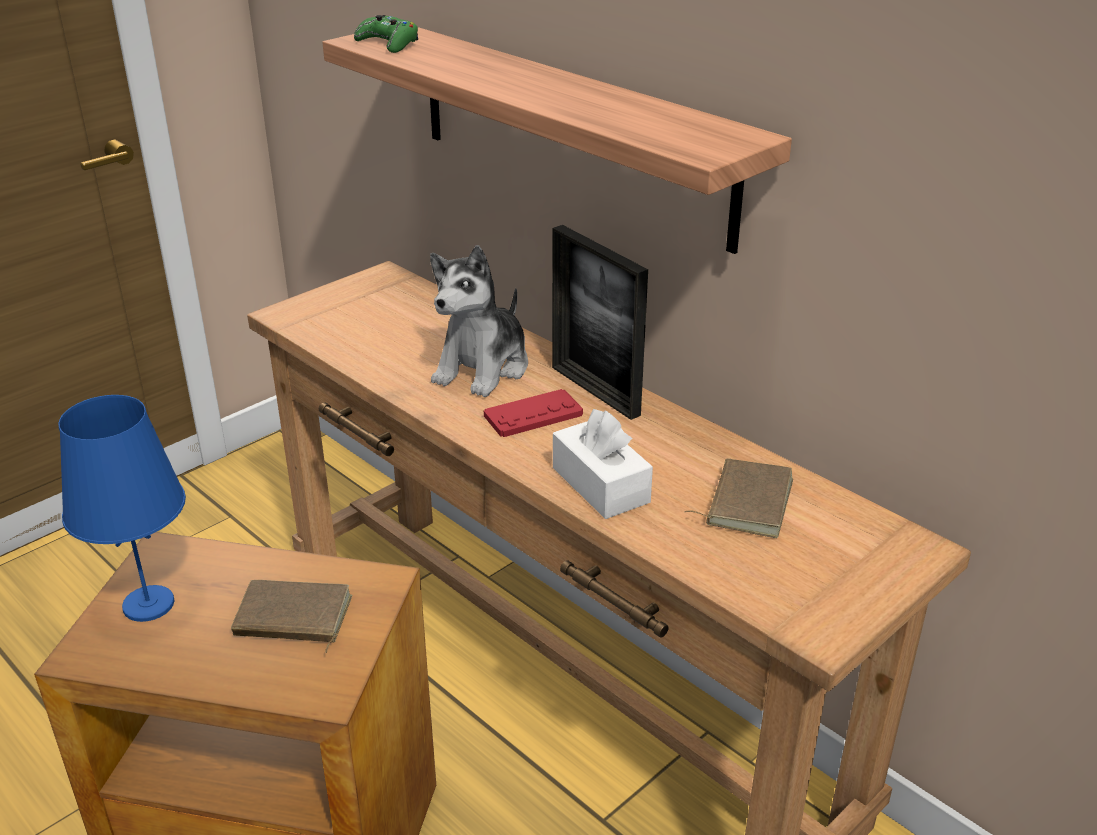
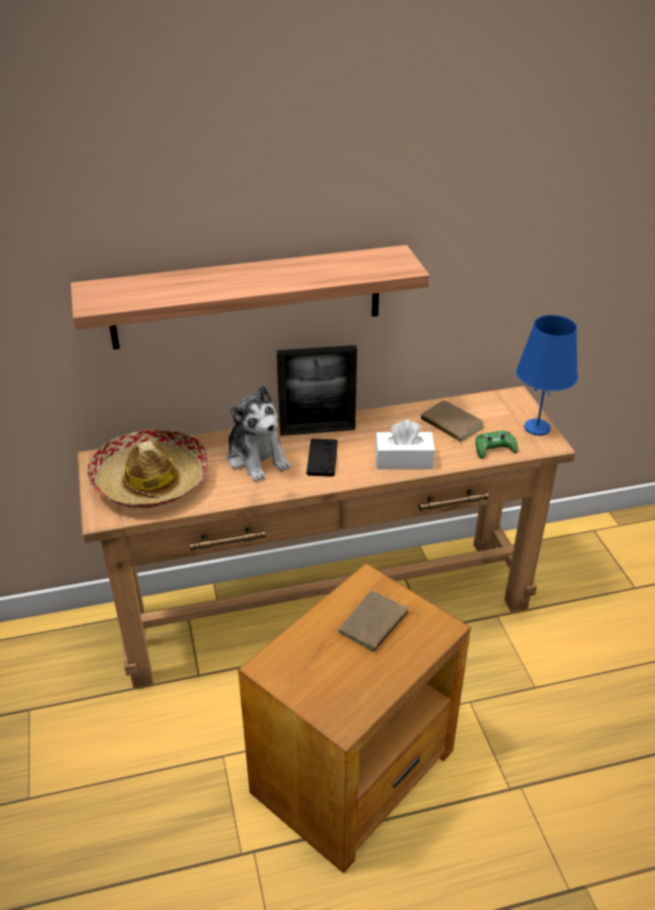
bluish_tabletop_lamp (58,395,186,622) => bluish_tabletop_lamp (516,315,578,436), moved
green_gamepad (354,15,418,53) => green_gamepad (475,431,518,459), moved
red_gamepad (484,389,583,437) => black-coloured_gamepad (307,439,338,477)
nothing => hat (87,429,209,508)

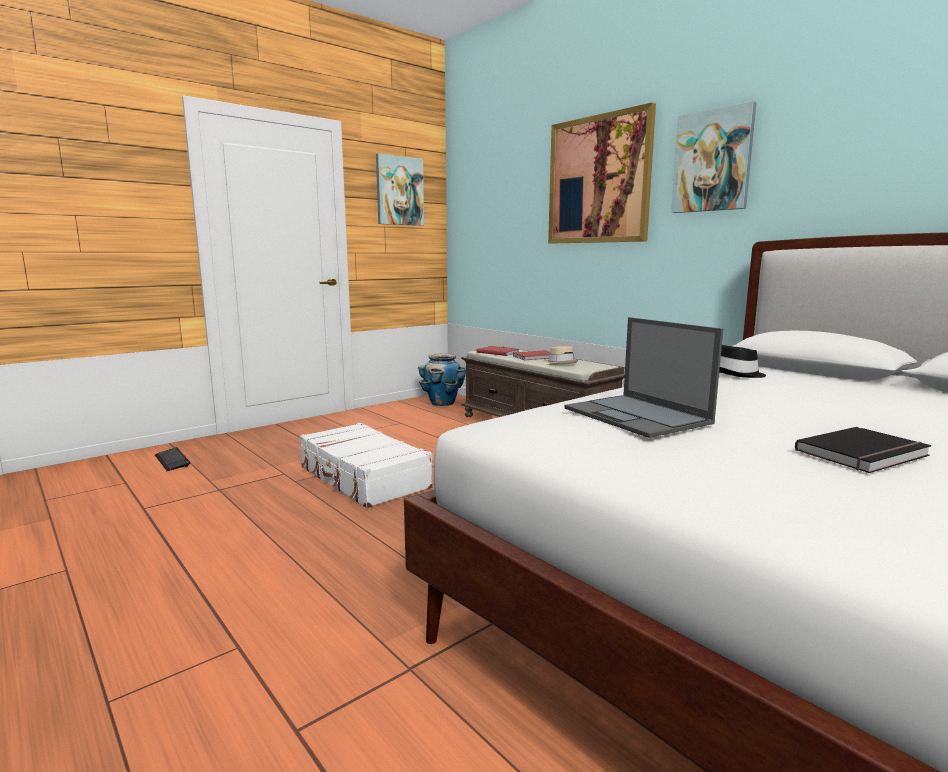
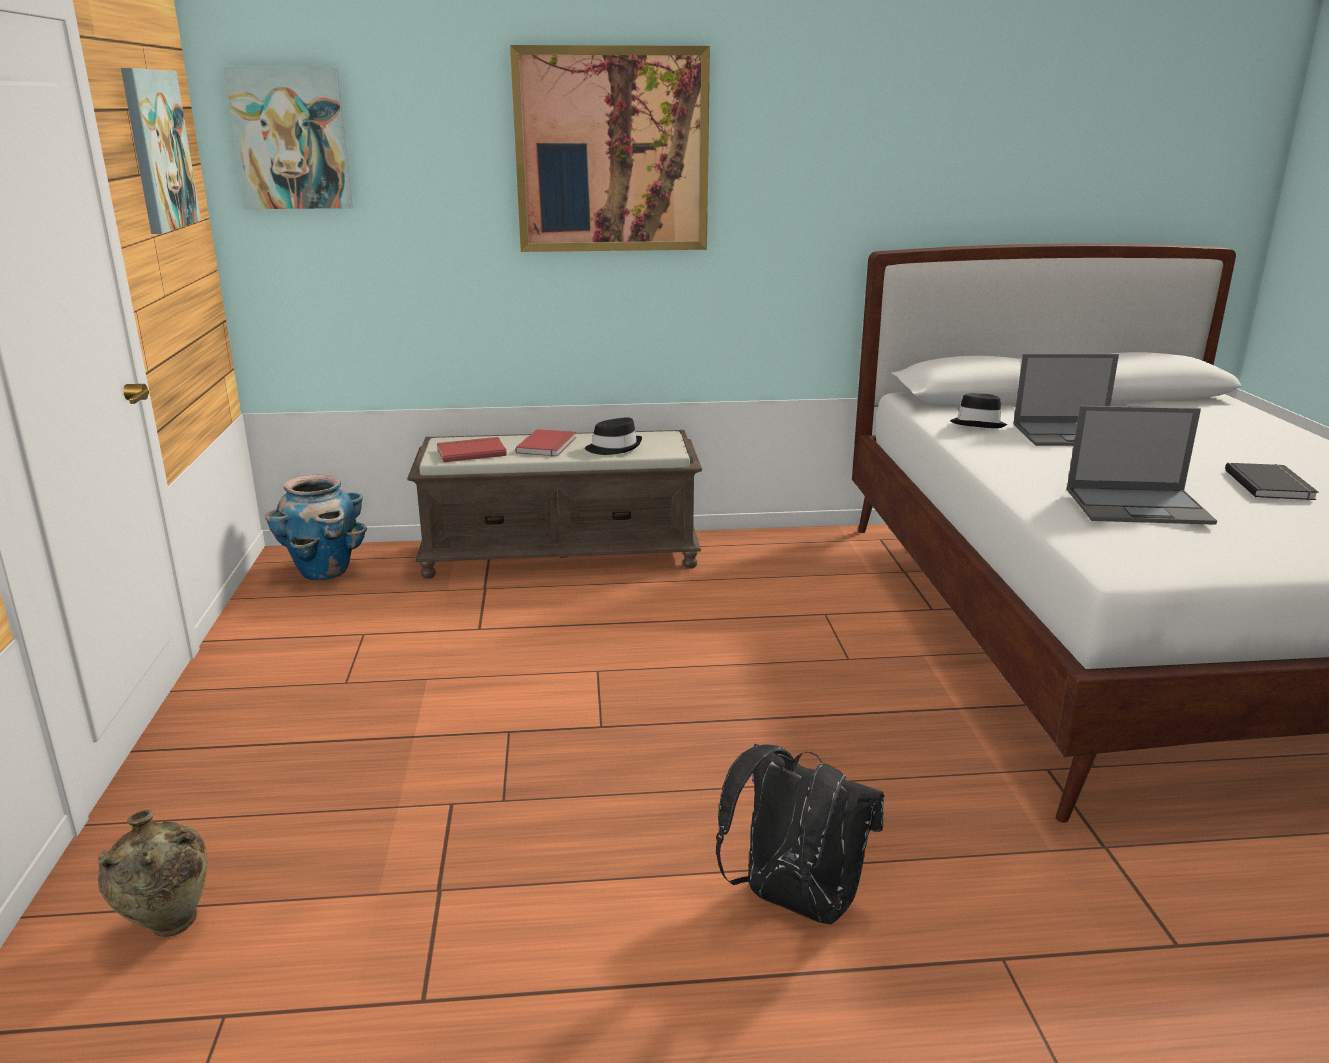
computer_keyboard (155,447,190,471) => beige-coloured_decorative_vase (98,810,207,937)
white-coloured_piece_of_luggage (299,423,433,508) => nothing
beige-coloured_hat (544,346,578,365) => black-coloured_hat (585,417,642,455)
wall_art (671,101,757,213) => wall_art (223,67,353,209), moved
nothing => black-coloured_backpack (716,743,884,924)
nothing => laptop (1013,354,1119,446)

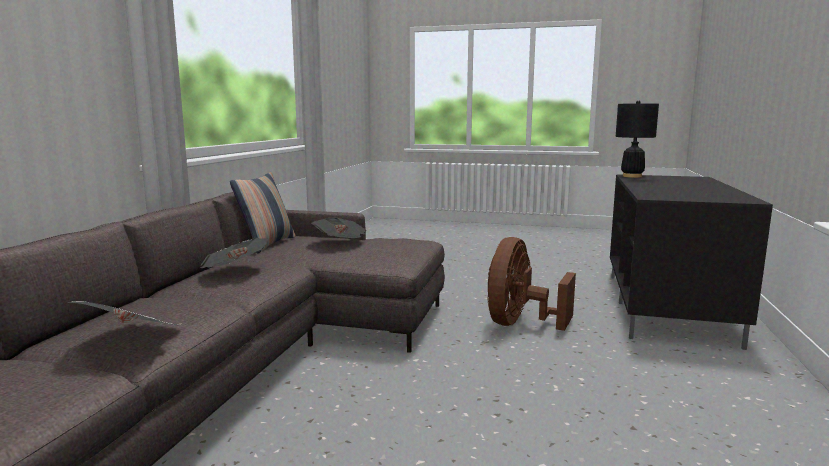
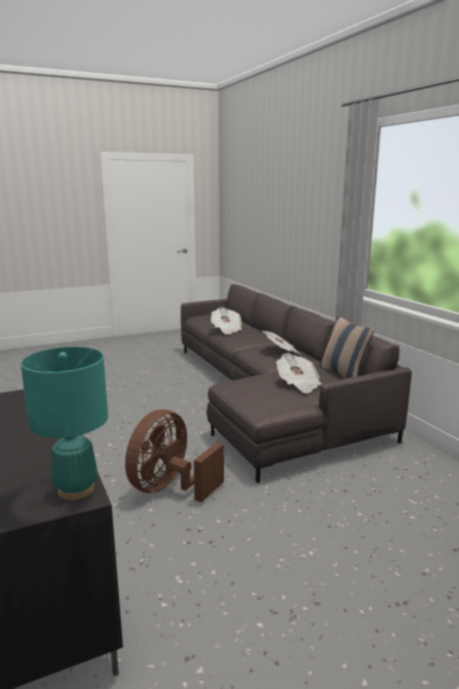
brown_electric_fan (487,237,576,331) => brown_electric_fan (125,409,224,503), 135 degrees counterclockwise
black-coloured_tabletop_lamp (616,100,659,178) => turquoise-coloured_tabletop_lamp (21,347,108,500)

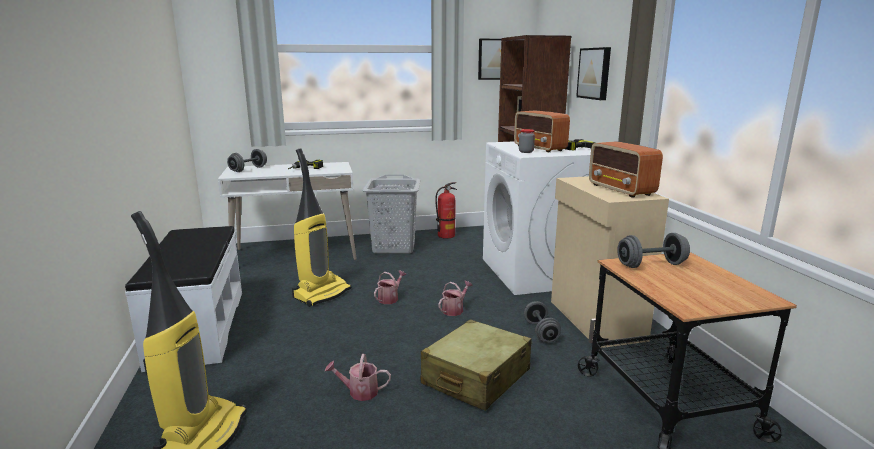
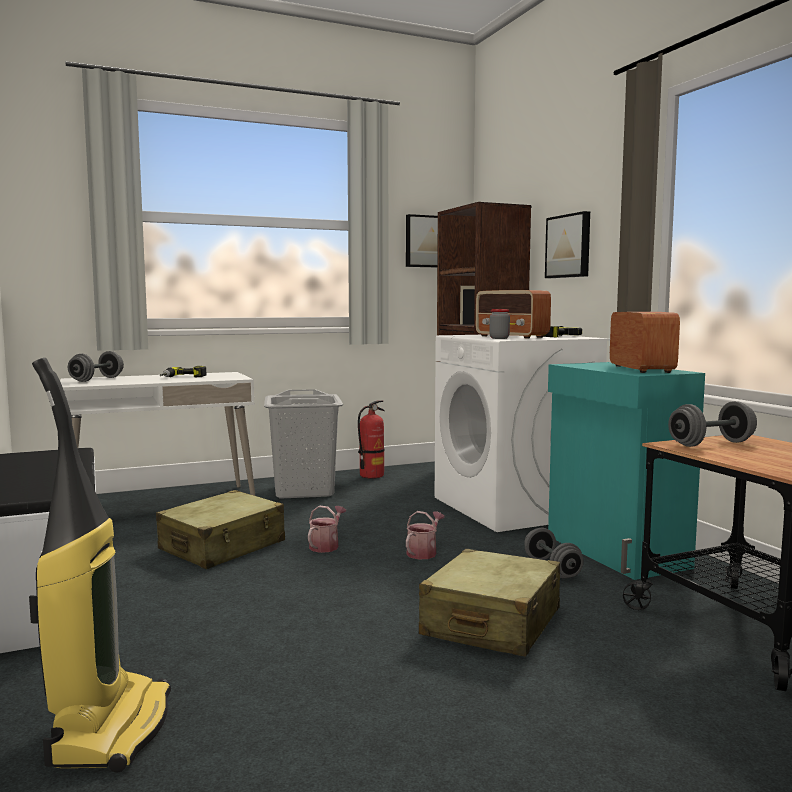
vacuum_cleaner (292,148,351,307) => beige-coloured_piece_of_luggage (156,490,285,569)
watering_can (325,354,391,401) => nothing
beige-coloured_storage_cabinet (551,176,669,348) => turquoise-coloured_storage_cabinet (548,362,705,580)
radio_receiver (589,141,663,198) => radio_receiver (610,312,680,373), 150 degrees counterclockwise

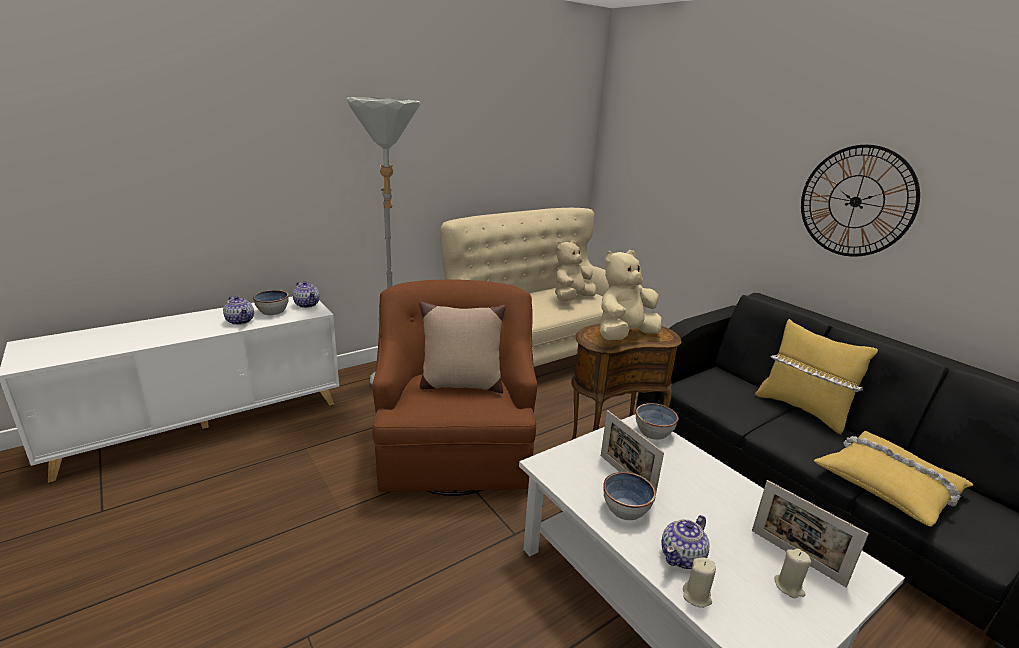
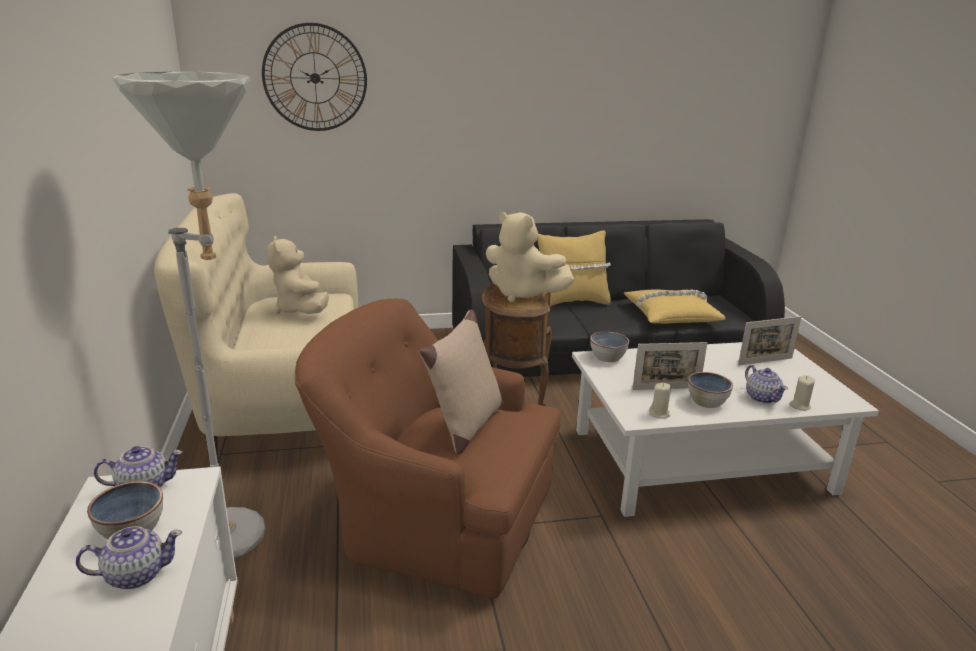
beige-coloured_soft_toy (600,250,662,340) => beige-coloured_soft_toy (486,212,574,303), 45 degrees counterclockwise
beige-coloured_wax_candle (775,549,811,598) => beige-coloured_wax_candle (649,383,671,418), moved
hanging_clock (801,145,920,257) => hanging_clock (262,23,367,131), moved

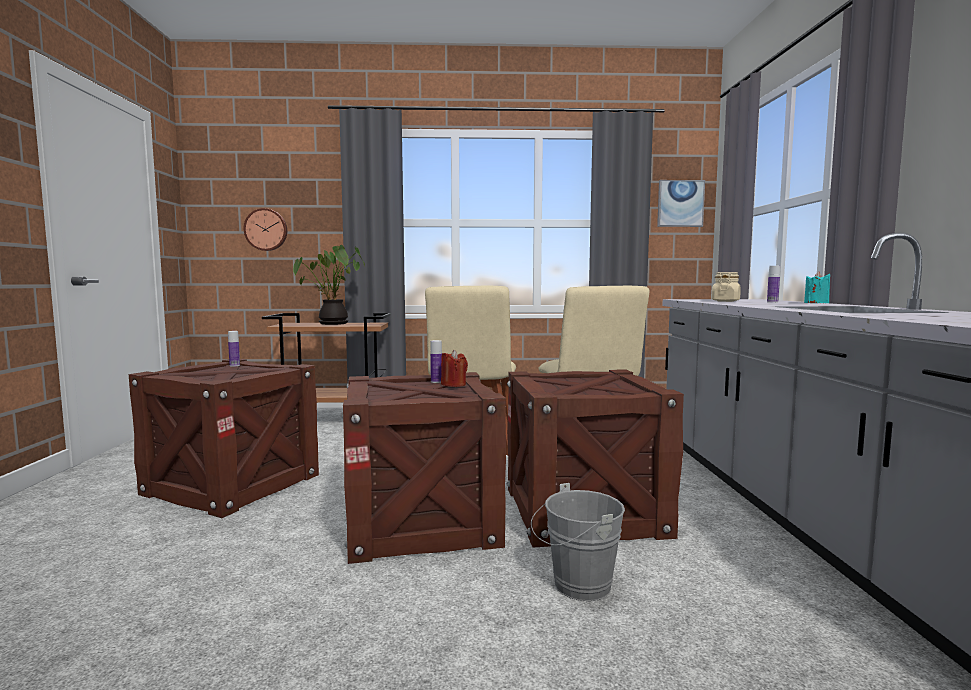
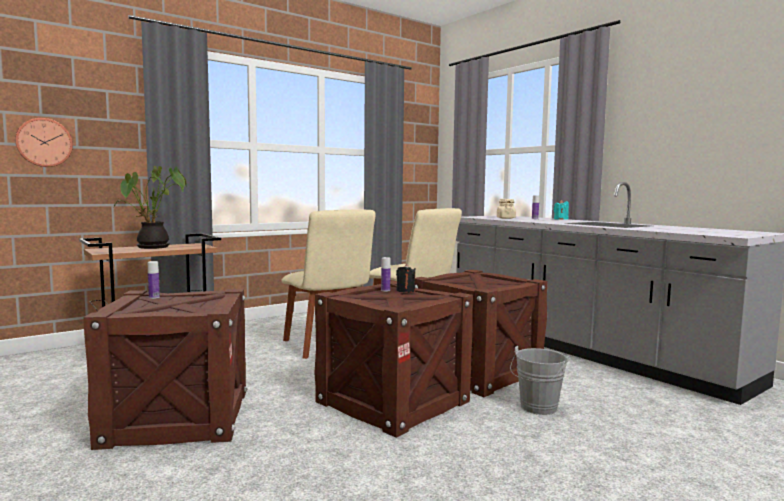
red_wax_candle (441,350,468,387) => black-coloured_wax_candle (396,264,416,293)
wall_art (657,180,705,227) => nothing

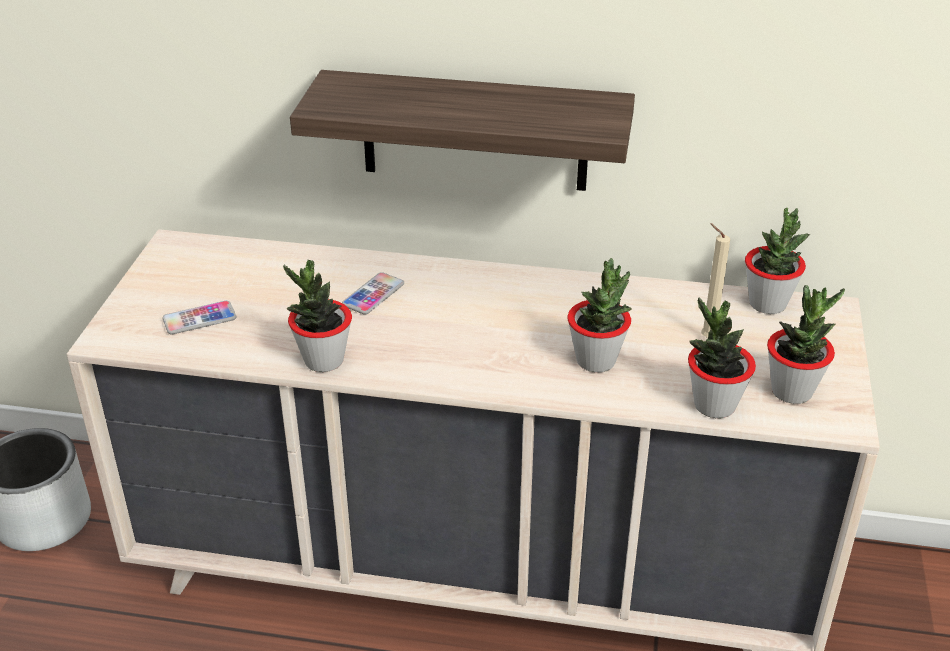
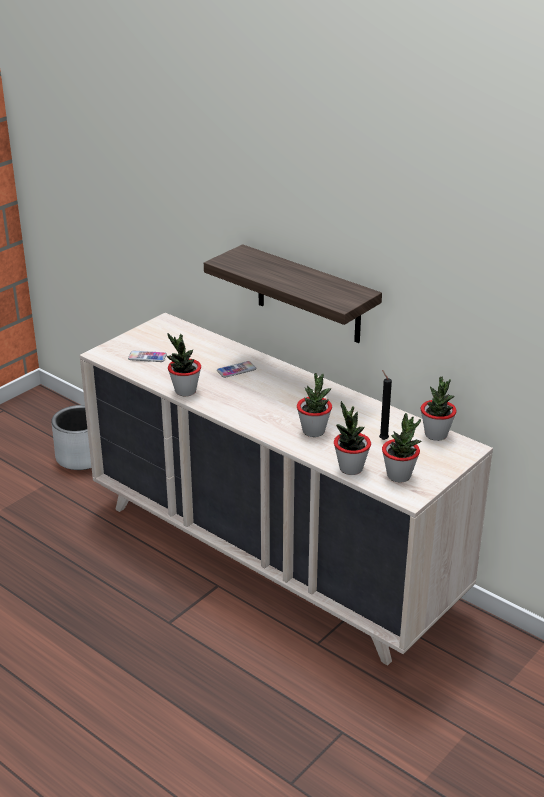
beige-coloured_wax_candle (701,223,730,338) => black-coloured_wax_candle (379,370,392,440)

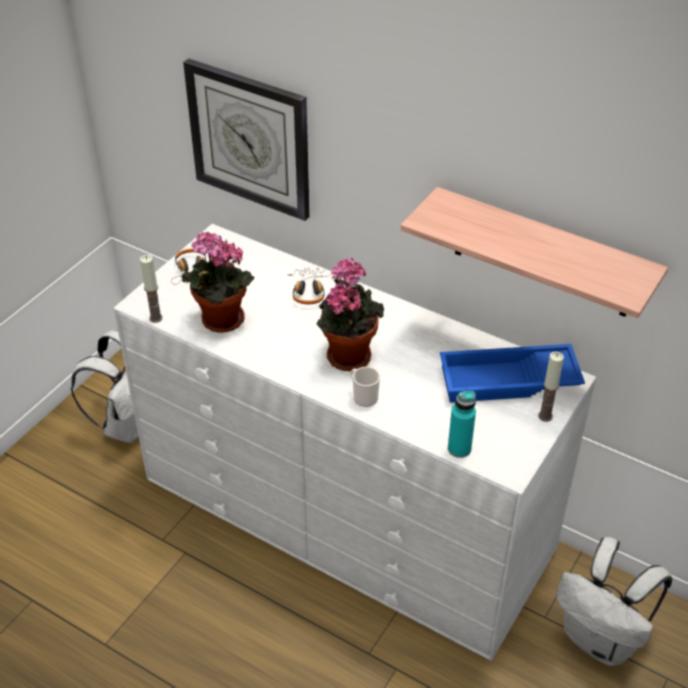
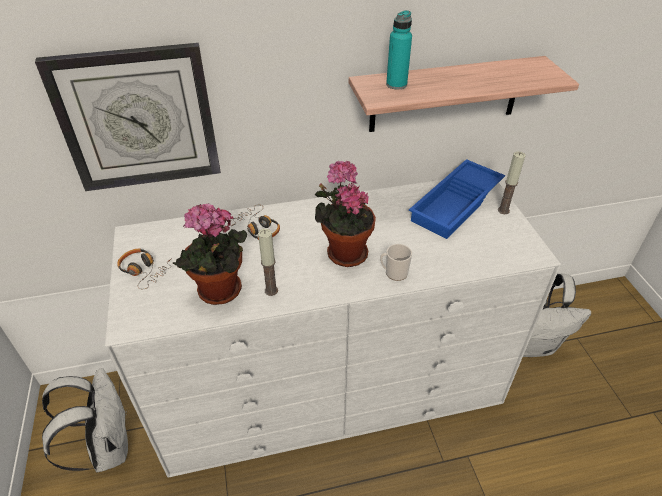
wax_candle (140,255,163,323) => wax_candle (258,229,278,296), moved
turquoise-coloured_bottle (448,391,476,458) => turquoise-coloured_bottle (386,10,412,90), moved

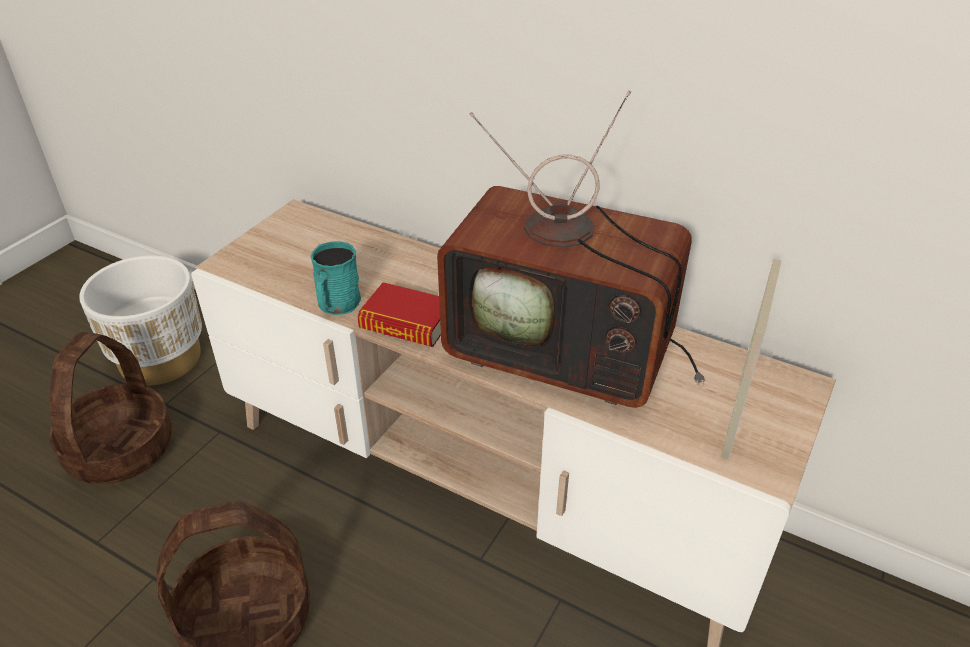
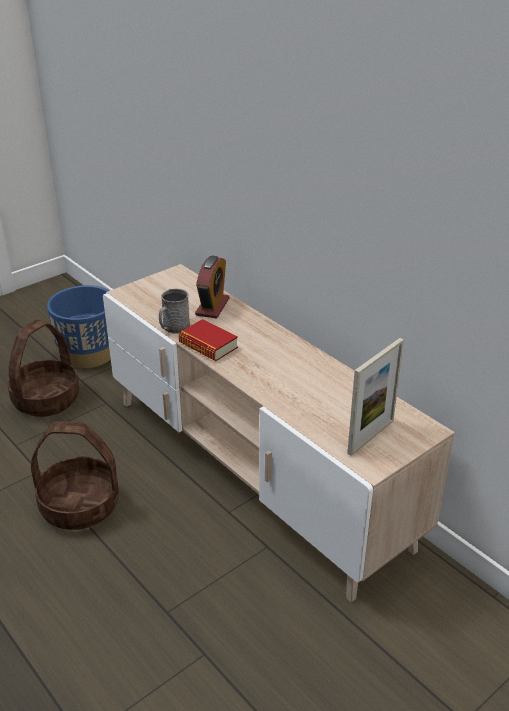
white-coloured_flower_pot (79,255,202,385) => bluish_flower_pot (47,285,111,369)
turquoise-coloured_coffee_mug (310,241,361,315) => grey_coffee_mug (159,289,190,334)
television (437,90,705,408) => nothing
nothing => table_clock (195,256,230,319)

